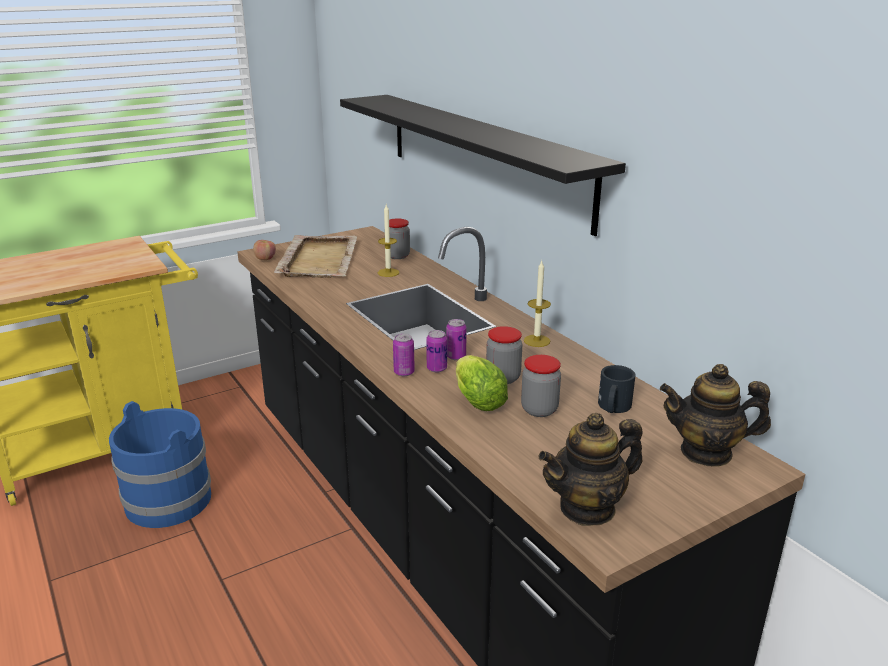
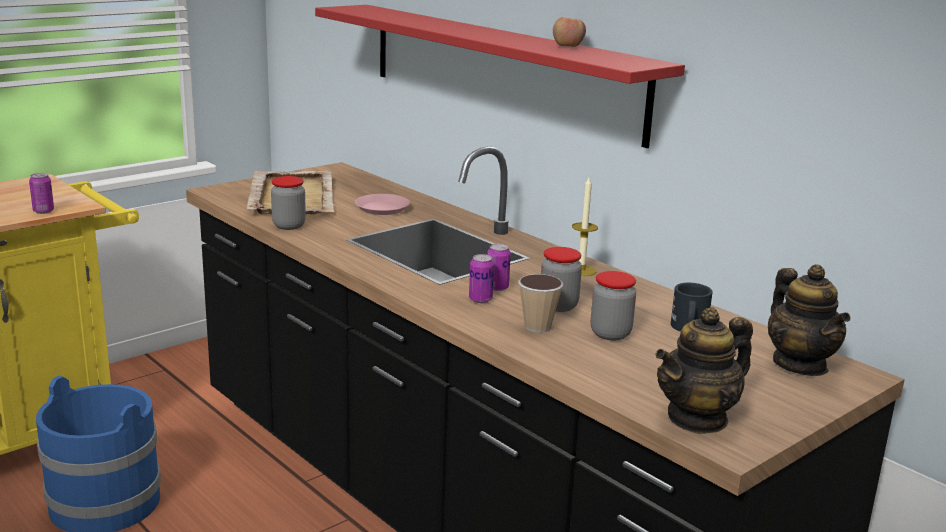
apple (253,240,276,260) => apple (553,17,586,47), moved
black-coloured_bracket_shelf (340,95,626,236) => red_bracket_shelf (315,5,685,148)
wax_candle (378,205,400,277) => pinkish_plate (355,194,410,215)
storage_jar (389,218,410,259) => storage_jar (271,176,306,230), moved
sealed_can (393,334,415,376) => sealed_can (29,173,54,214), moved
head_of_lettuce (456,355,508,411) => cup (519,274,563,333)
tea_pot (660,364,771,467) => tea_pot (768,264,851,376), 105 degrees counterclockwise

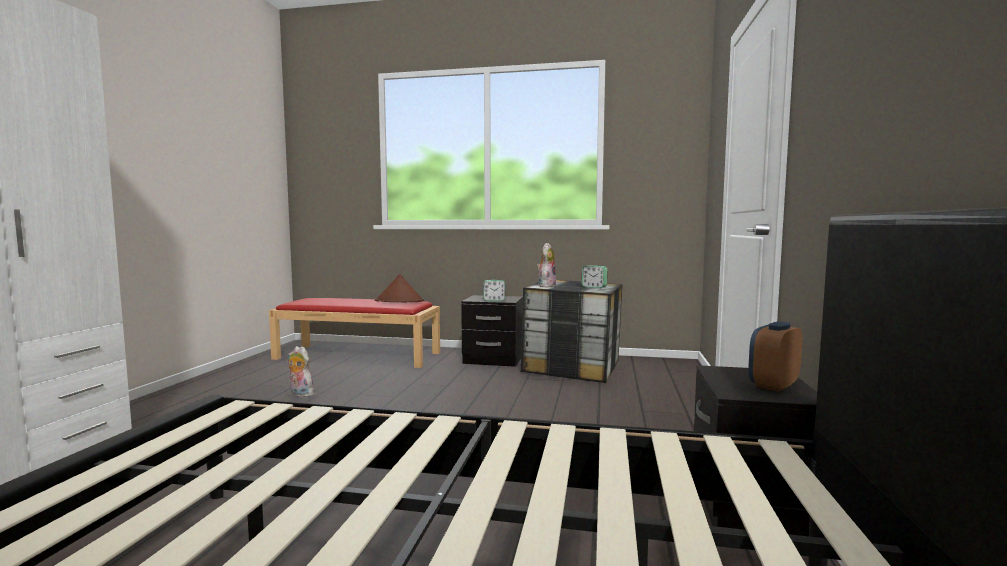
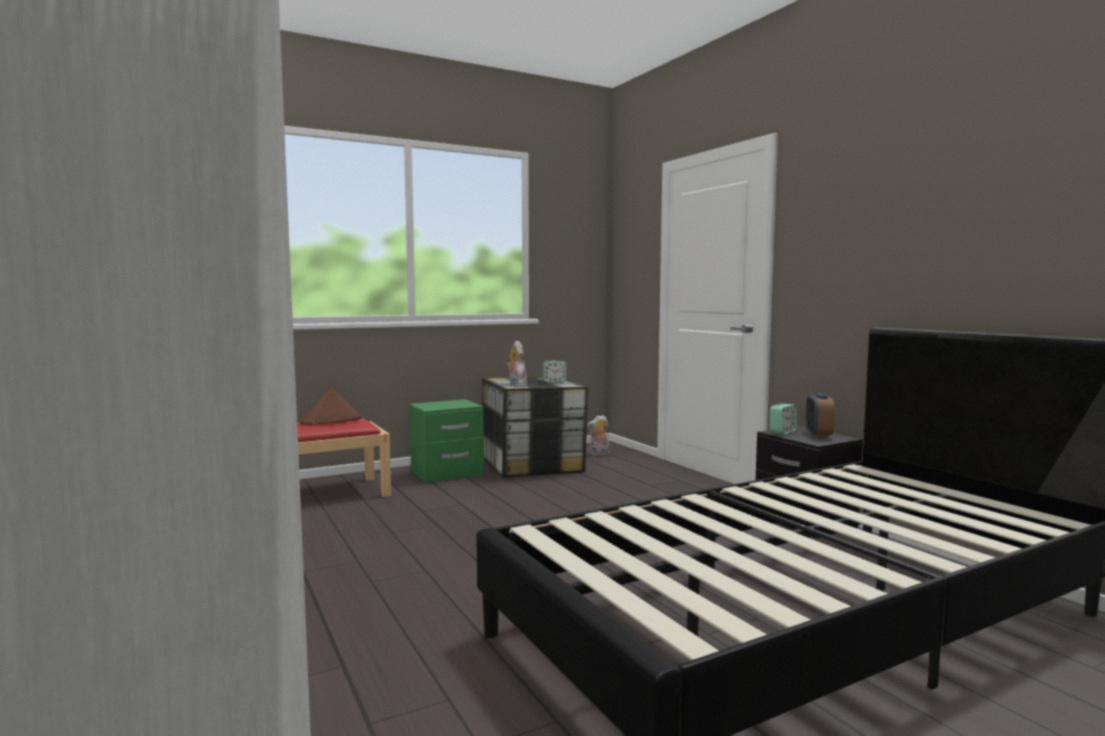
soft_toy (288,346,316,398) => soft_toy (587,415,610,456), moved
black-coloured_bedside_table (461,295,523,367) => green_bedside_table (409,399,484,483)
table_clock (483,280,505,301) => table_clock (770,404,797,435), moved

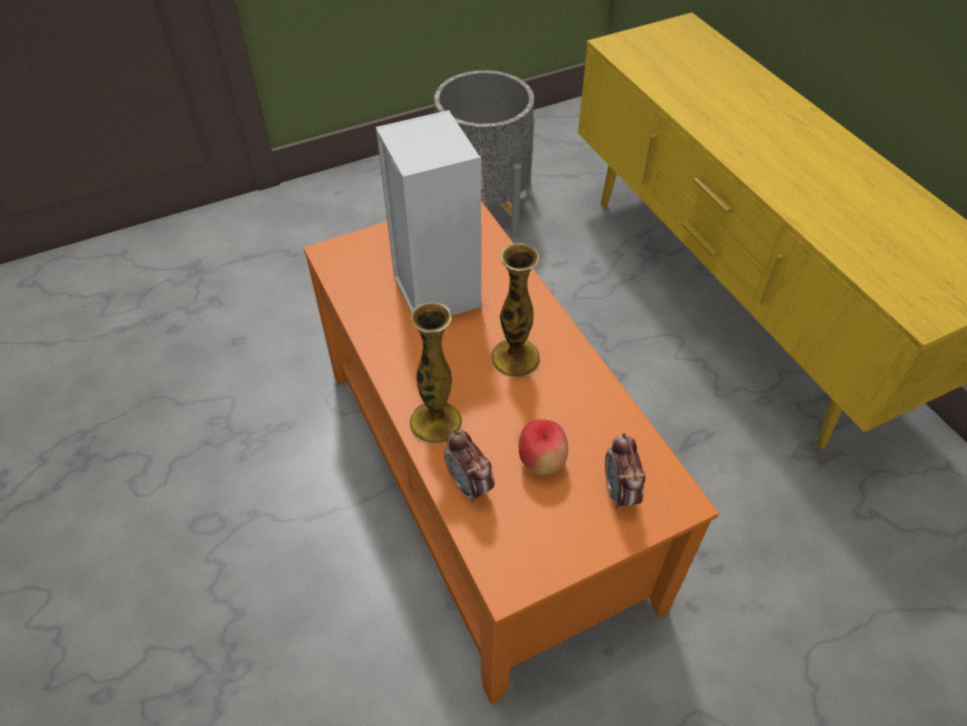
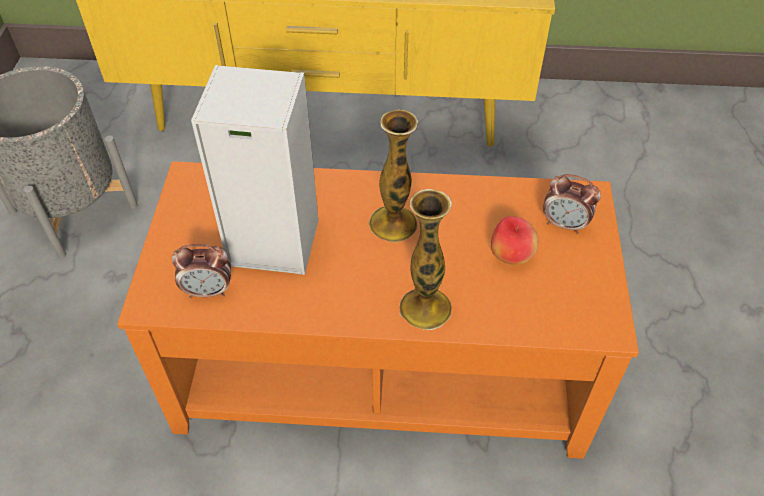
table_clock (444,429,495,503) => table_clock (172,244,231,298), moved

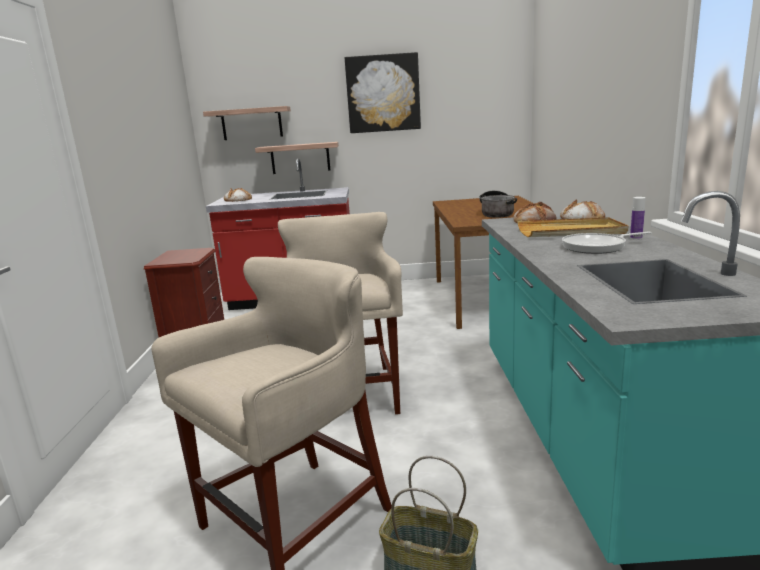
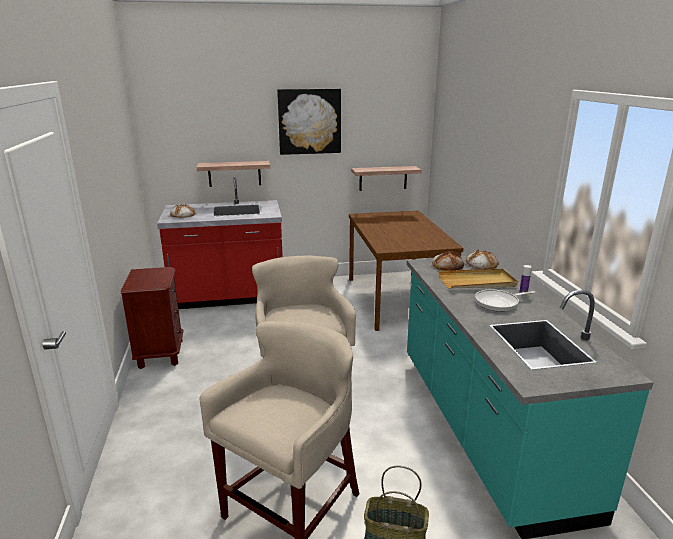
bracket_shelf (203,106,291,140) => bracket_shelf (351,166,422,191), moved
cooking_pot (480,190,517,218) => nothing

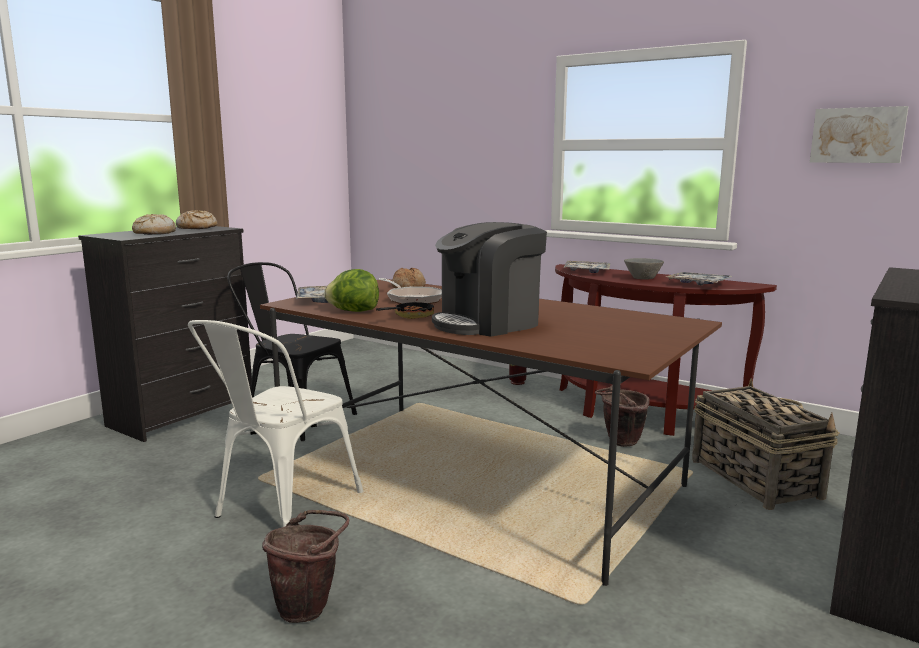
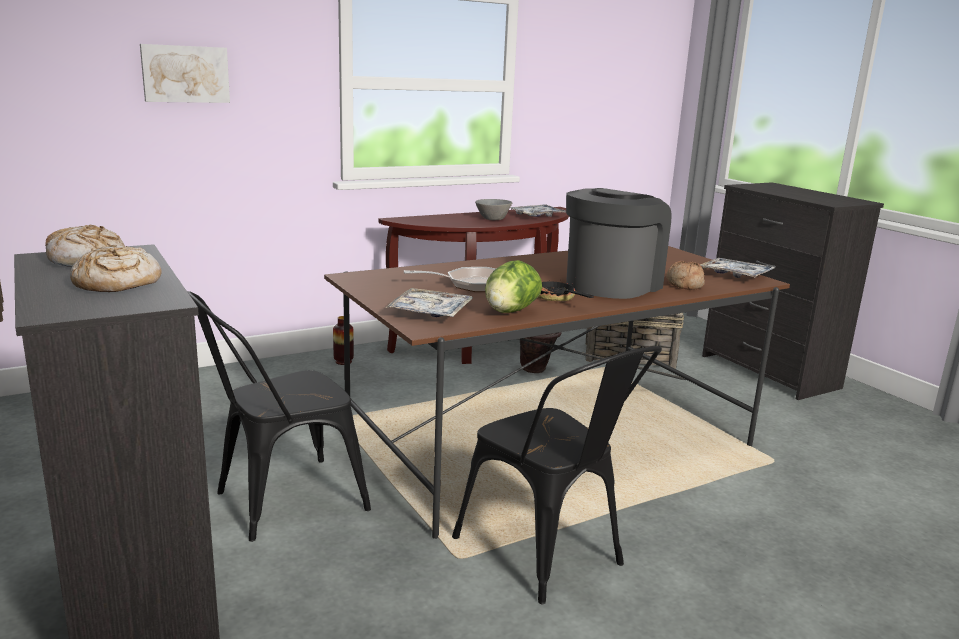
white-coloured_chair (188,320,363,527) => black-coloured_chair (452,346,662,604)
brown_bucket (262,510,349,623) => nothing
bakery_bread (391,267,426,288) => bakery_bread (666,261,705,290), moved
coffee_brewer (432,222,547,336) => coffee_brewer (566,188,672,299), 135 degrees counterclockwise
carrying_tray (564,261,610,273) => carrying_tray (700,258,775,278), moved
wall_art (810,106,909,163) => wall_art (140,44,230,103), moved

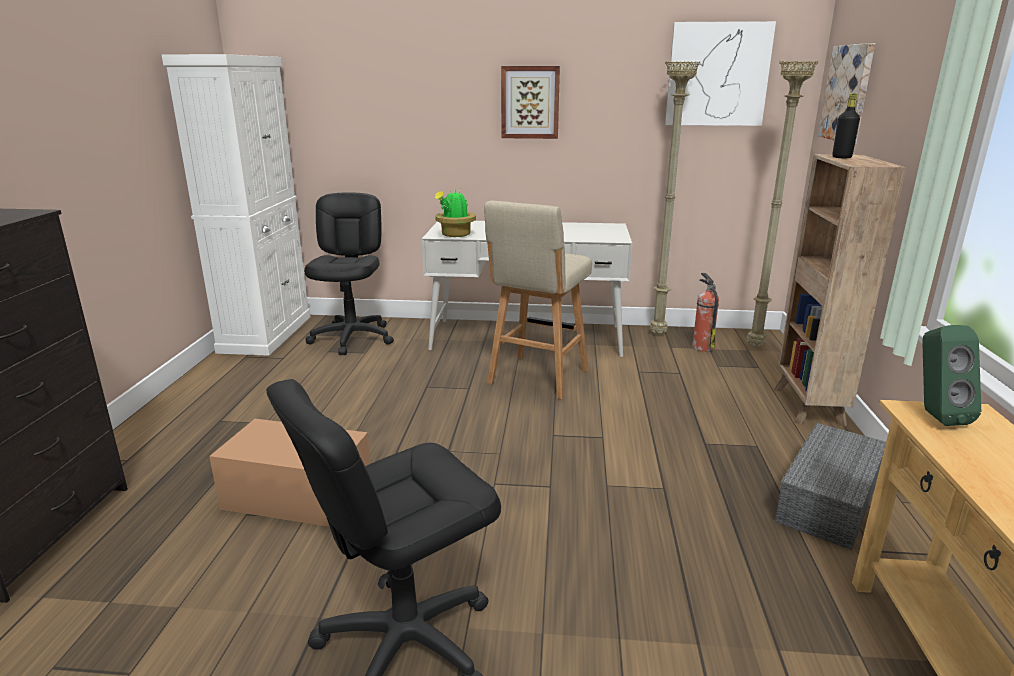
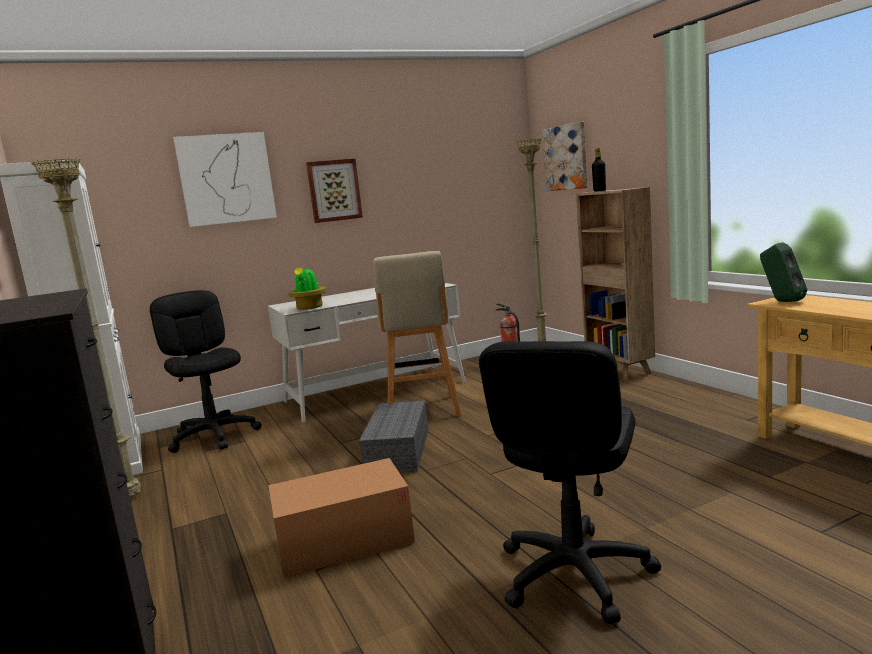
beige-coloured_standard_lamp (650,61,701,335) => beige-coloured_standard_lamp (31,158,141,498), moved
wall_art (665,21,776,126) => wall_art (173,132,277,227), moved
grey_storage_box (775,423,886,550) => grey_storage_box (359,400,428,473), moved

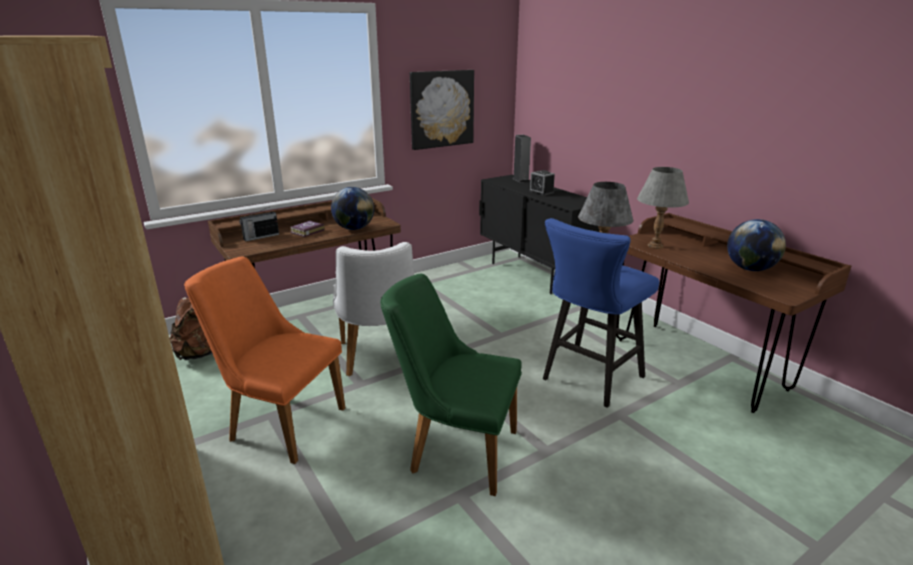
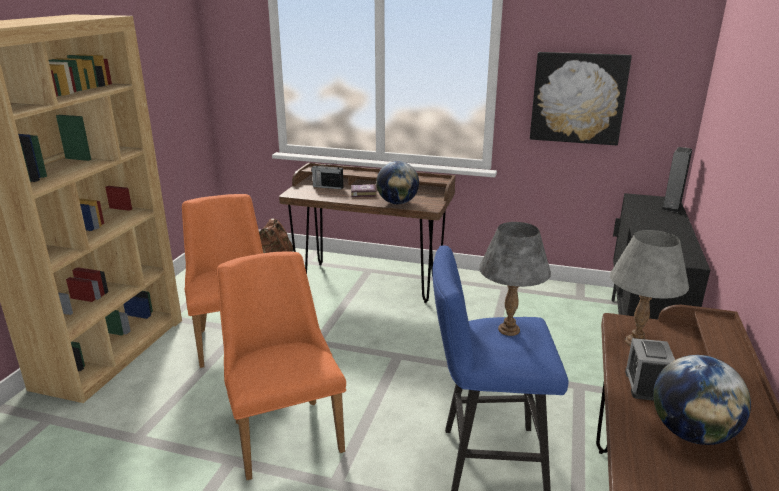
white-coloured_chair (333,242,414,376) => nothing
green_chair (380,274,522,496) => orangey_chair (217,252,346,480)
table_clock (529,170,555,196) => table_clock (625,338,675,401), moved

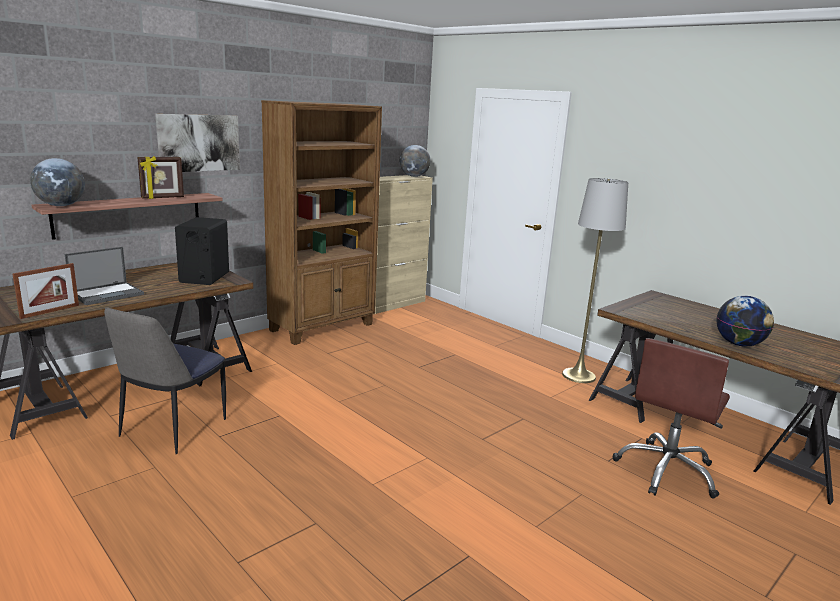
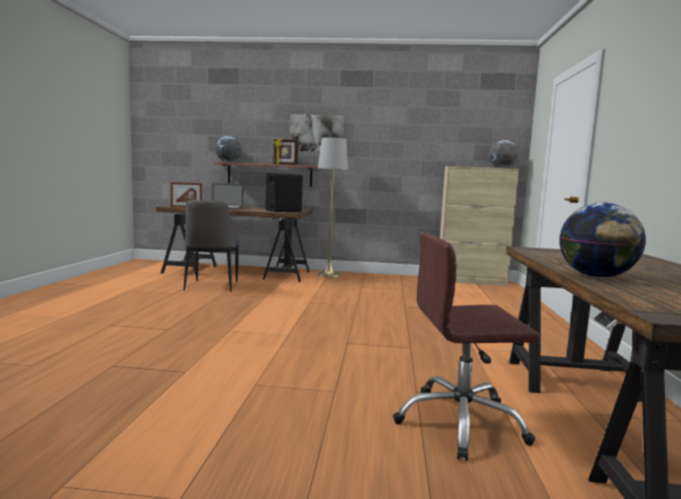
chair (104,307,226,454) => chair (184,200,239,292), 75 degrees counterclockwise
brown_bookshelf (261,100,382,345) => nothing
grey_standard_lamp (562,178,628,383) => grey_standard_lamp (318,137,348,277), moved

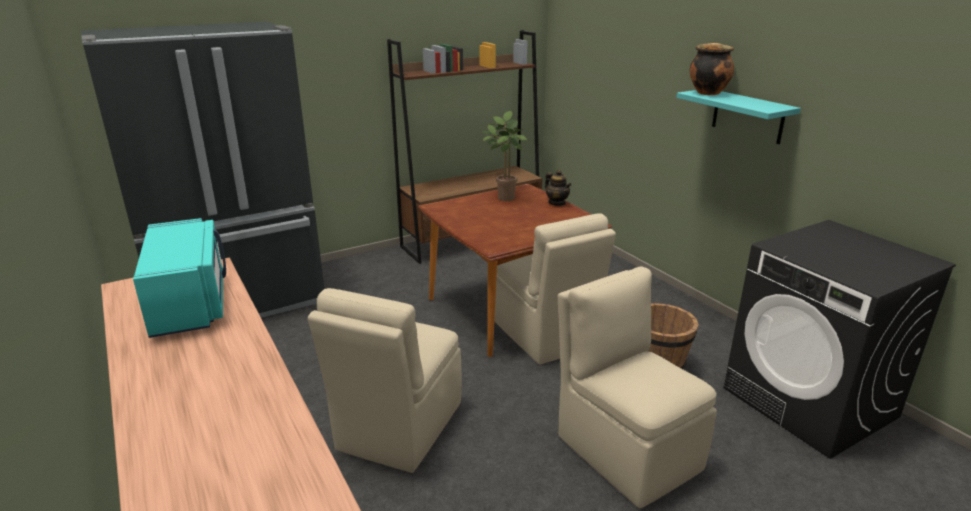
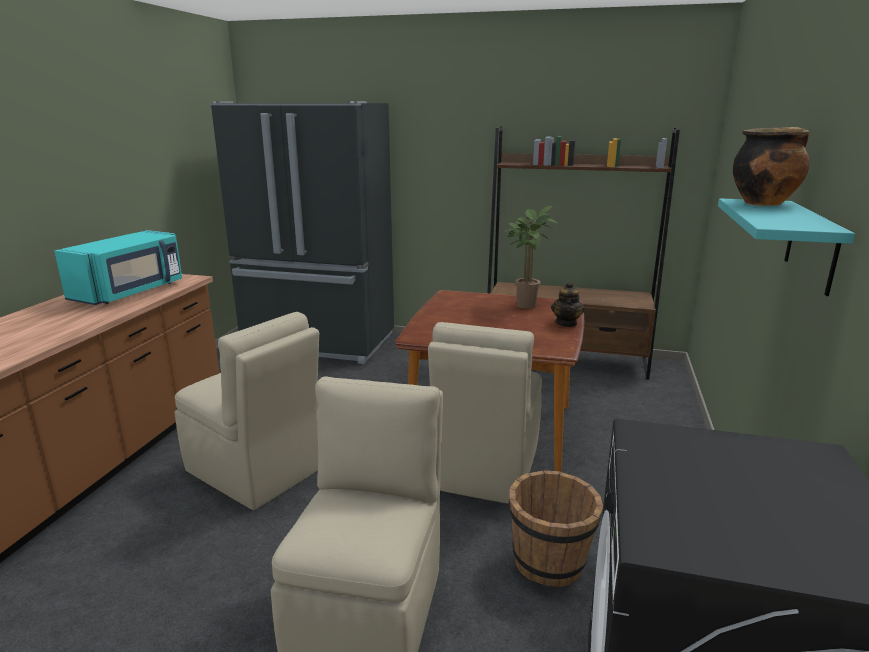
beige-coloured_chair (308,288,462,473) => beige-coloured_chair (175,312,319,510), 120 degrees counterclockwise

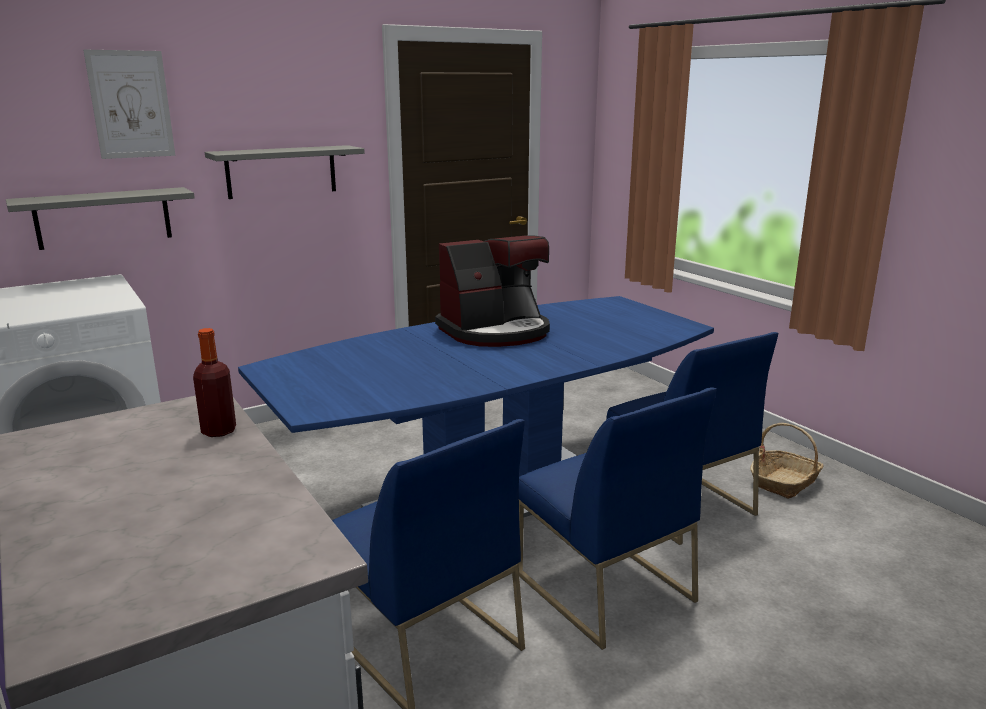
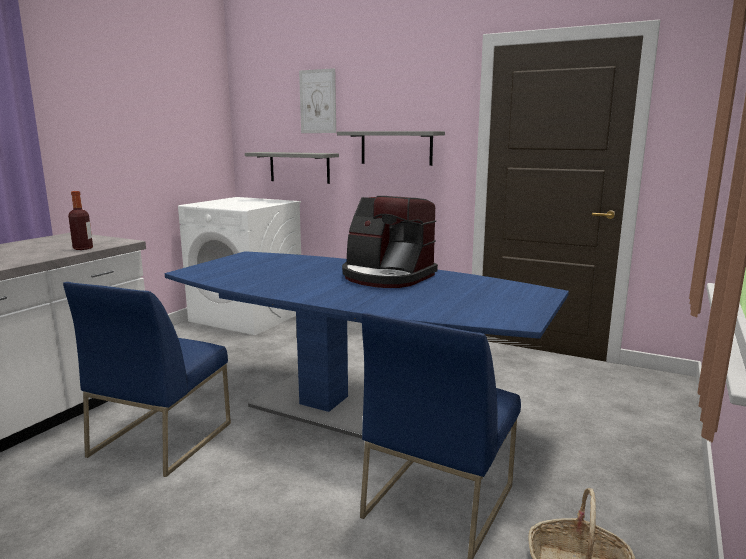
bluish_chair (517,387,717,650) => nothing

